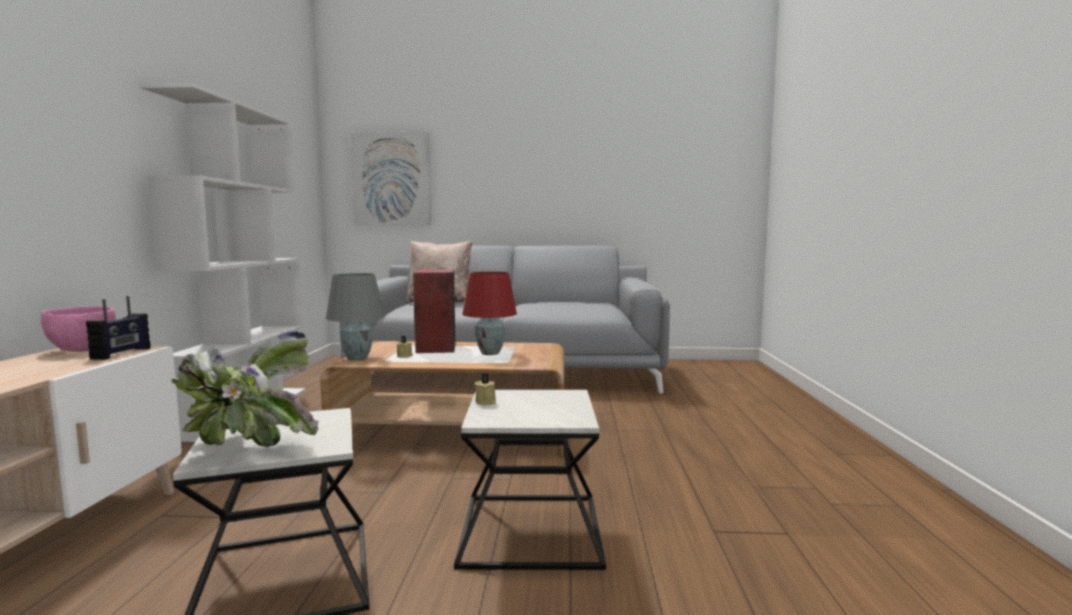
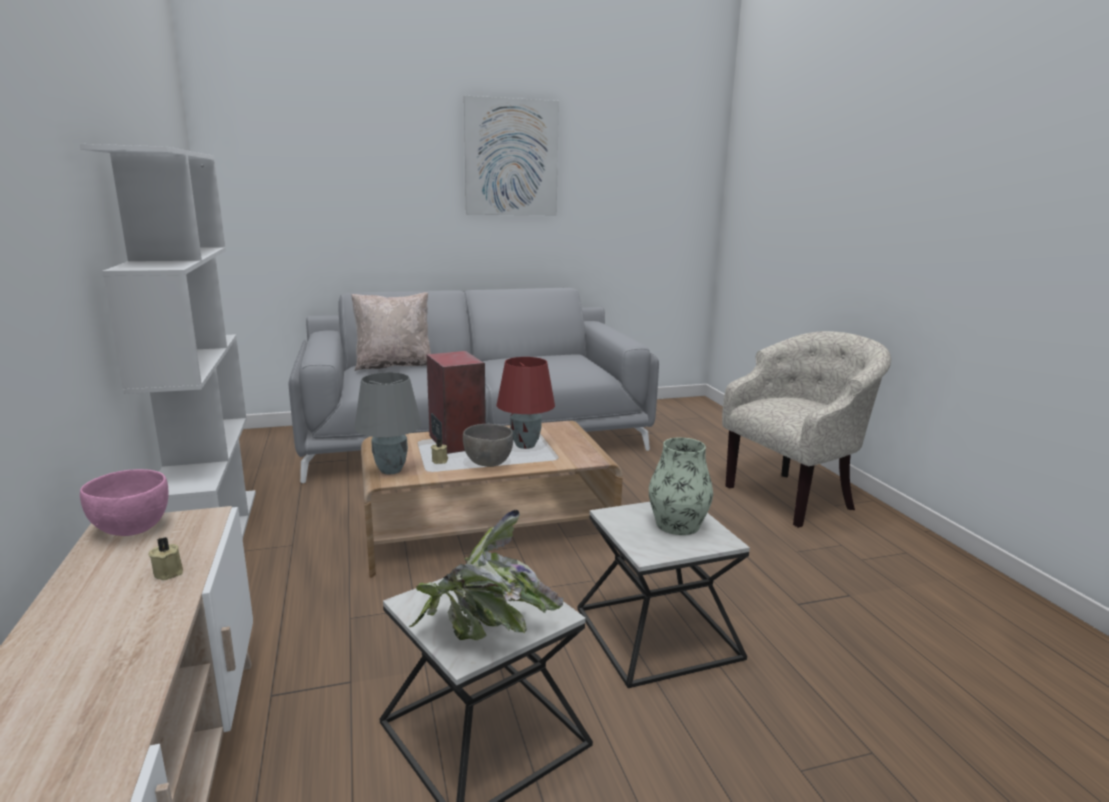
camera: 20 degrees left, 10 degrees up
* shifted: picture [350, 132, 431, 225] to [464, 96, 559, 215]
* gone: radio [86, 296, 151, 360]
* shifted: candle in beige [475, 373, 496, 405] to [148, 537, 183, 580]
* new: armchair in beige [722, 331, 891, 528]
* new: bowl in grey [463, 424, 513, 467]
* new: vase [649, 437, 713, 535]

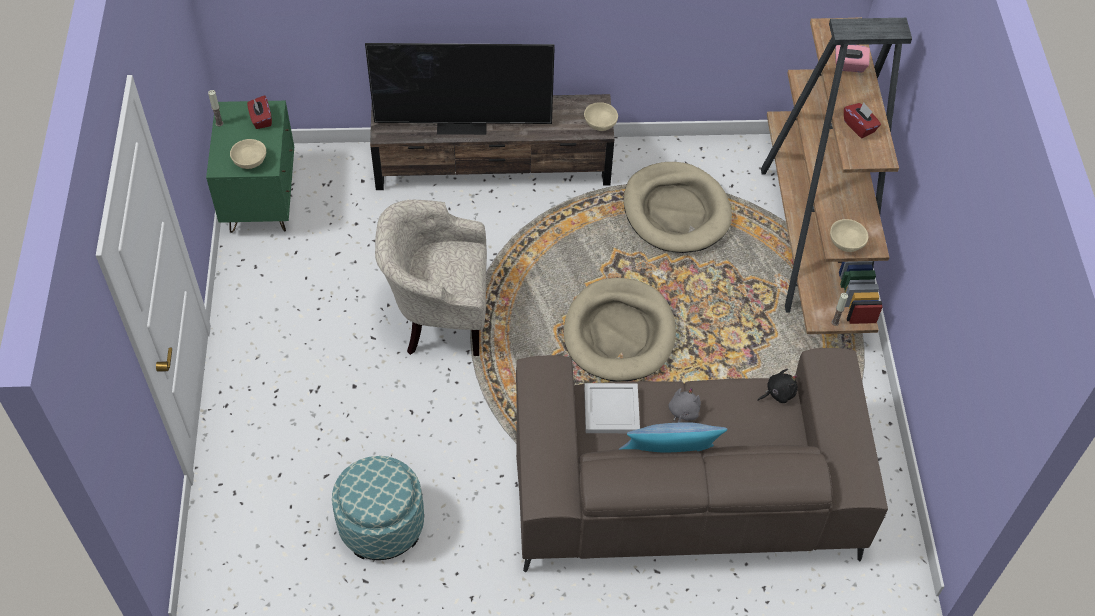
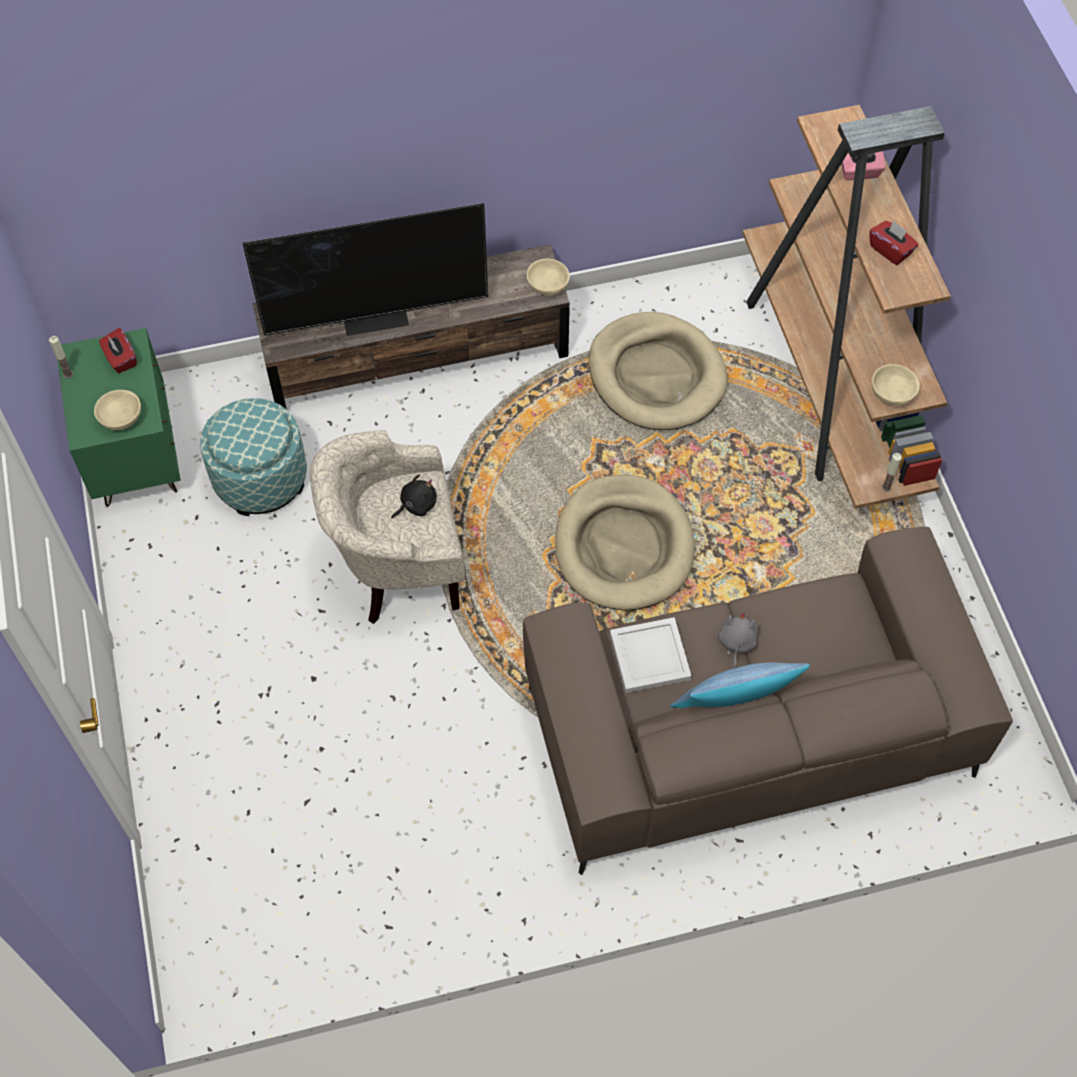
camera: 10 degrees left, 5 degrees up
* shifted: plush toy in black [757, 369, 798, 403] to [391, 474, 437, 519]
* shifted: ottoman [332, 456, 424, 560] to [200, 398, 307, 516]

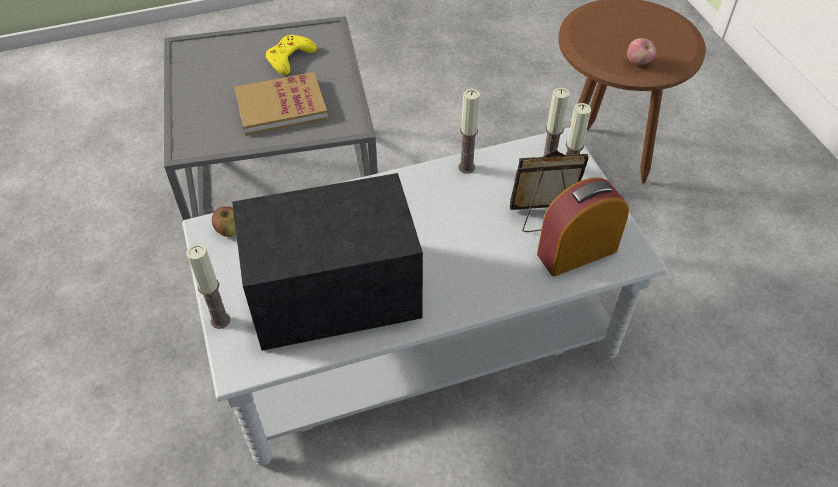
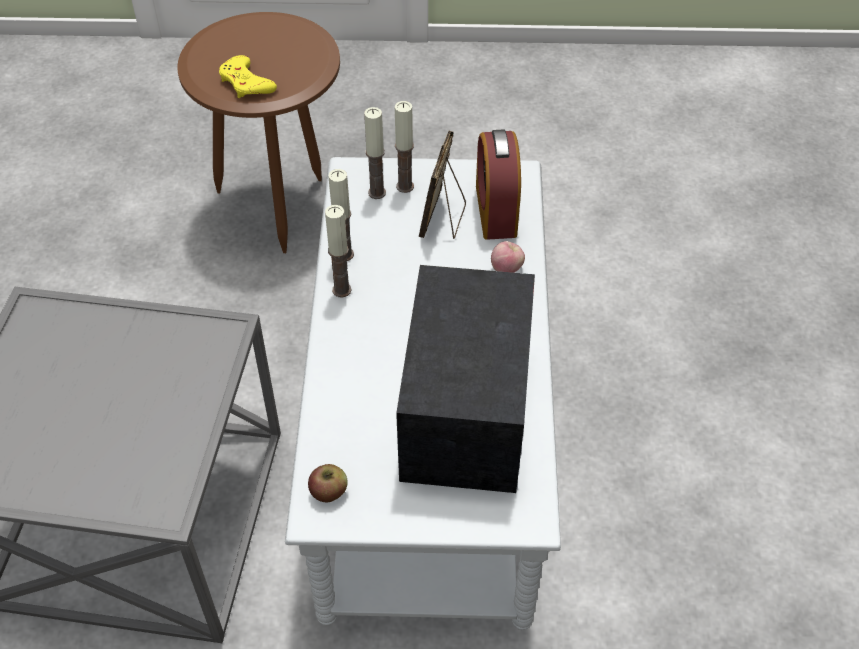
camera: 70 degrees left, 0 degrees up
* shifted: game controller in yellow [266, 35, 317, 75] to [219, 55, 277, 98]
* shifted: apple [627, 38, 656, 65] to [491, 241, 525, 273]
* gone: book [234, 72, 328, 135]
* shifted: candle [186, 244, 230, 329] to [325, 205, 352, 297]

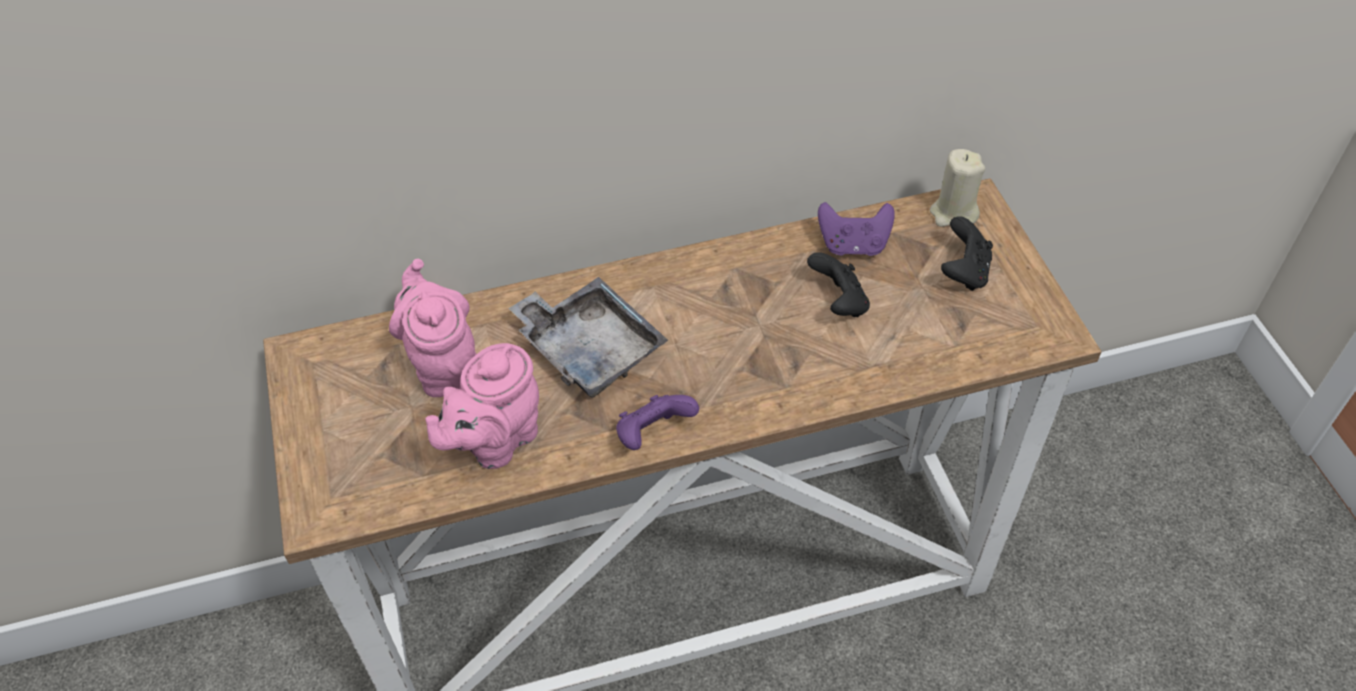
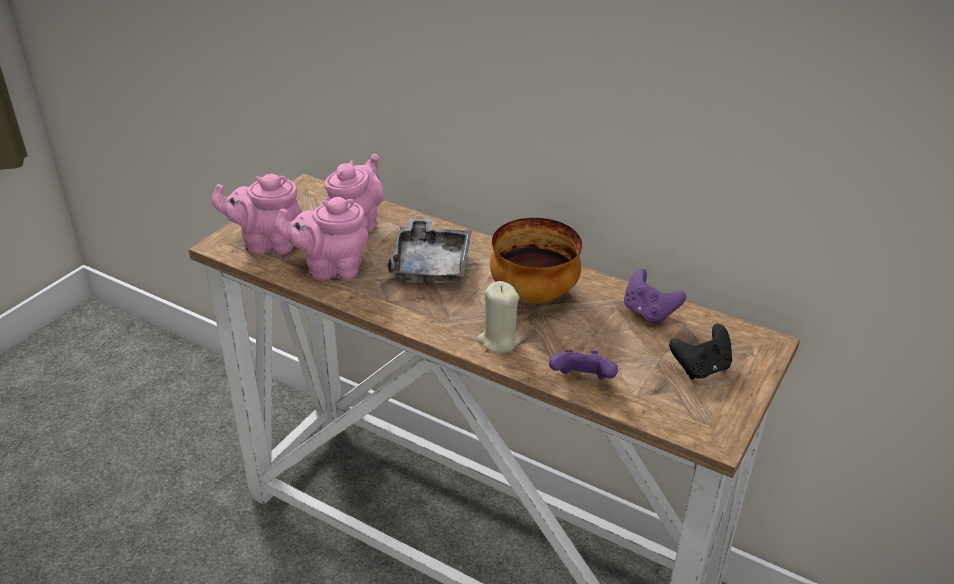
camera: 45 degrees right, 15 degrees down
* shifted: candle in beige [930, 149, 985, 227] to [477, 281, 521, 353]
* gone: game controller in black [807, 252, 870, 317]
* shifted: game controller in purple [616, 395, 699, 450] to [549, 349, 618, 379]
* new: teapot in pink [212, 174, 302, 255]
* new: bowl [490, 218, 582, 304]

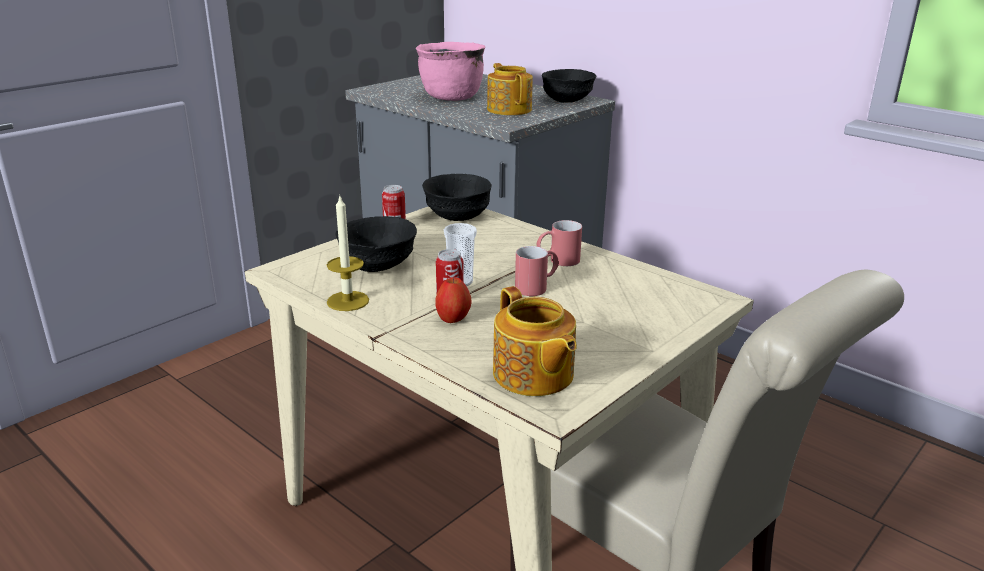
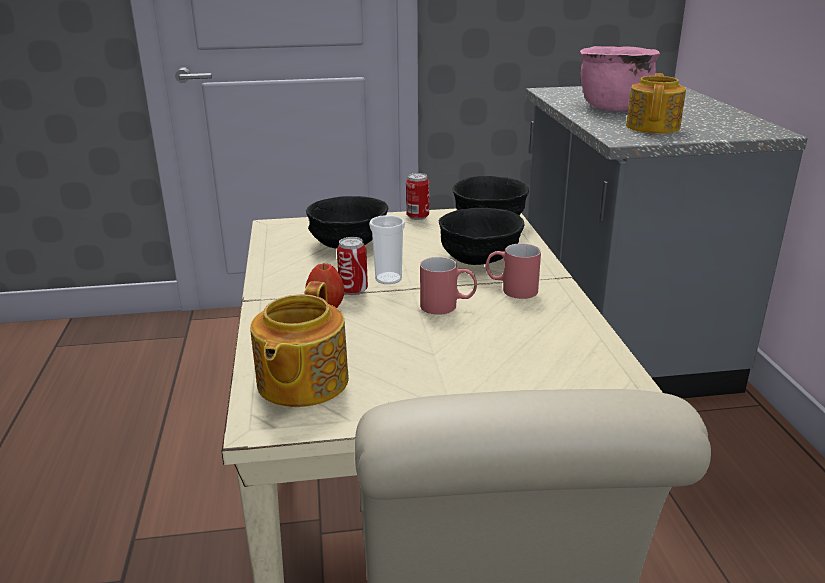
camera: 40 degrees right, 0 degrees up
* shifted: bowl in black [542, 69, 596, 103] to [439, 208, 525, 265]
* gone: candle [327, 194, 369, 311]

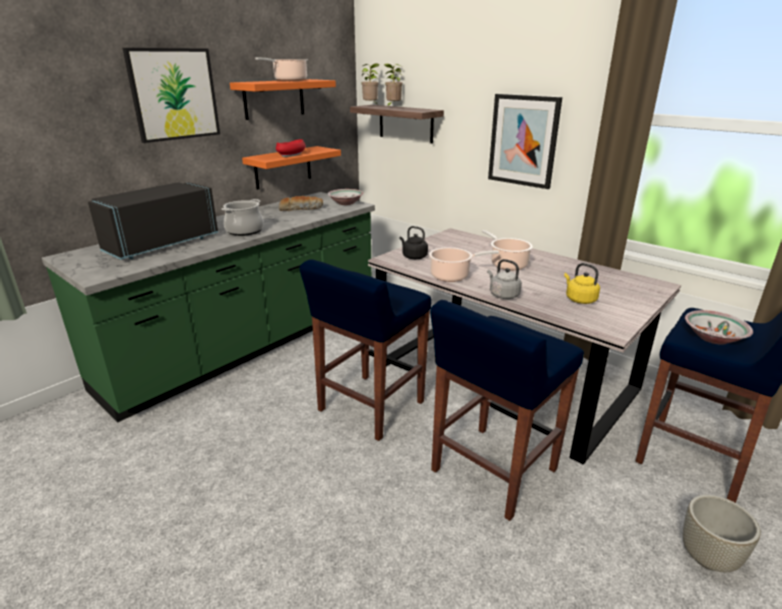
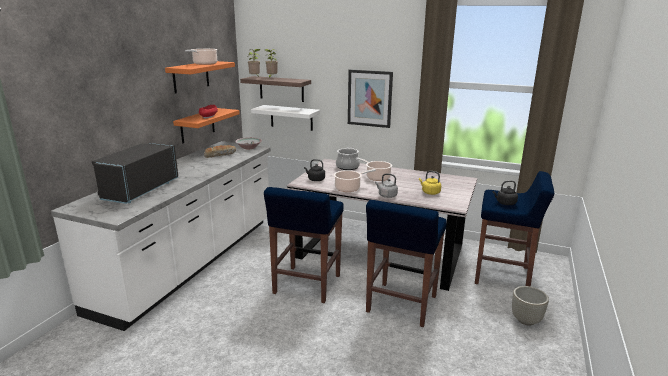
camera: 20 degrees left, 5 degrees down
* gone: picture [123, 48, 220, 143]
* repainted: counter in green [42, 192, 375, 422] to counter in white [51, 141, 271, 331]
* shifted: cooking pot [221, 199, 264, 236] to [336, 147, 360, 170]
* swapped: bowl [685, 310, 753, 345] to kettle in black [493, 180, 518, 205]
* new: shelf in white [251, 105, 320, 131]

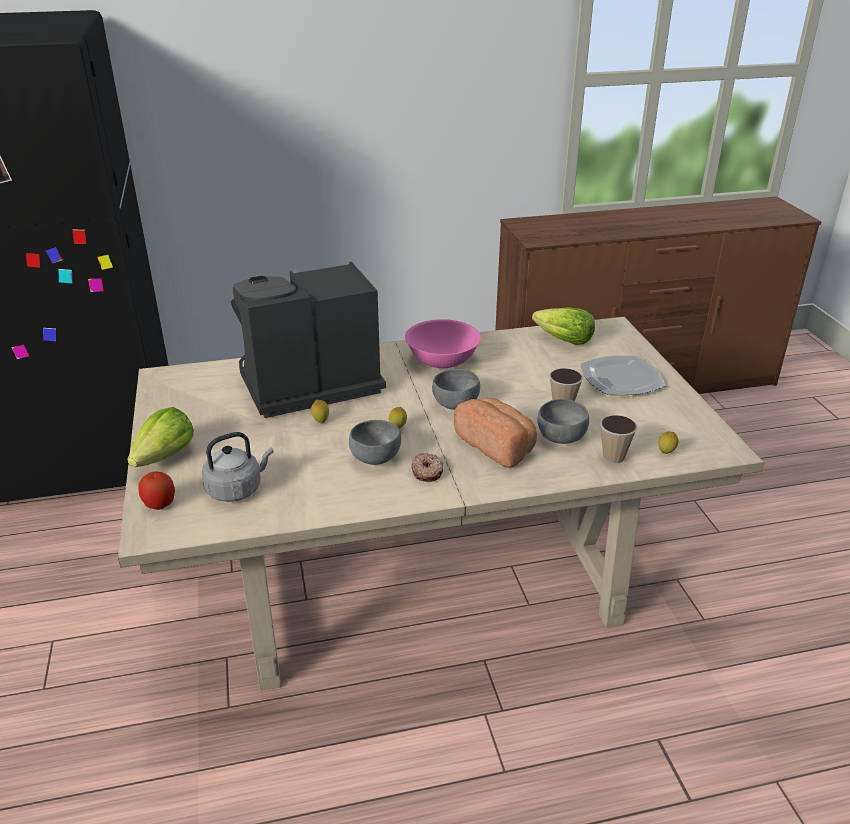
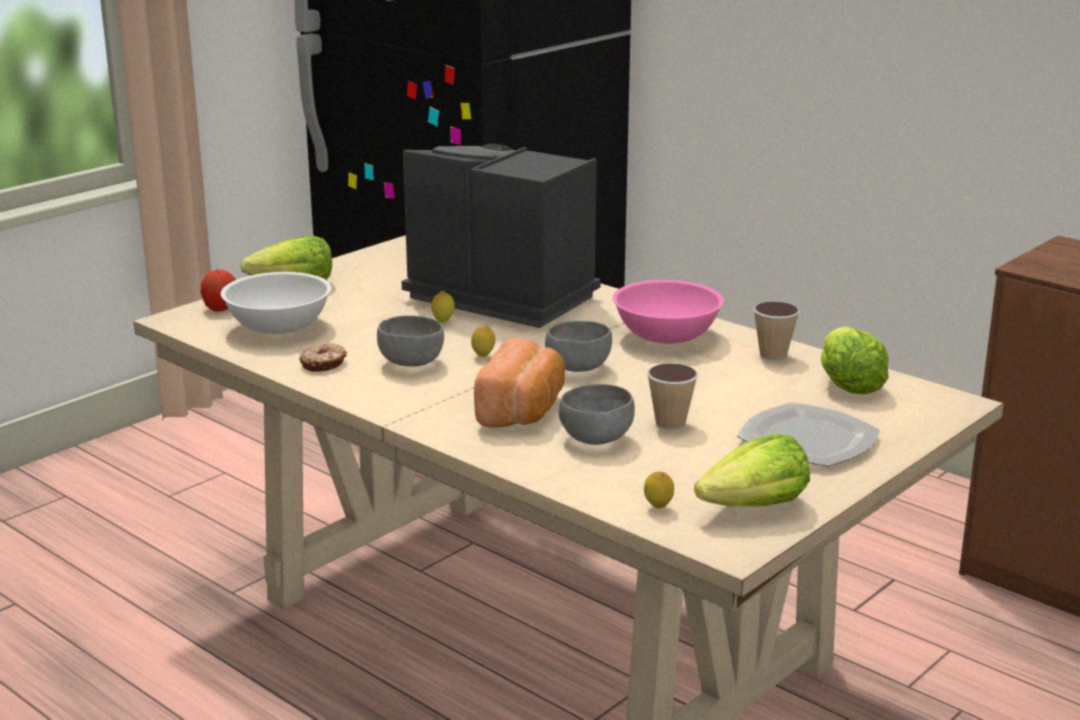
camera: 55 degrees right, 10 degrees down
* shifted: cup [600, 415, 637, 463] to [753, 301, 799, 361]
* swapped: kettle in grey [202, 432, 273, 502] to bowl in white [221, 272, 331, 334]
* shifted: donut [411, 453, 443, 482] to [299, 343, 347, 372]
* new: lettuce [694, 434, 810, 507]

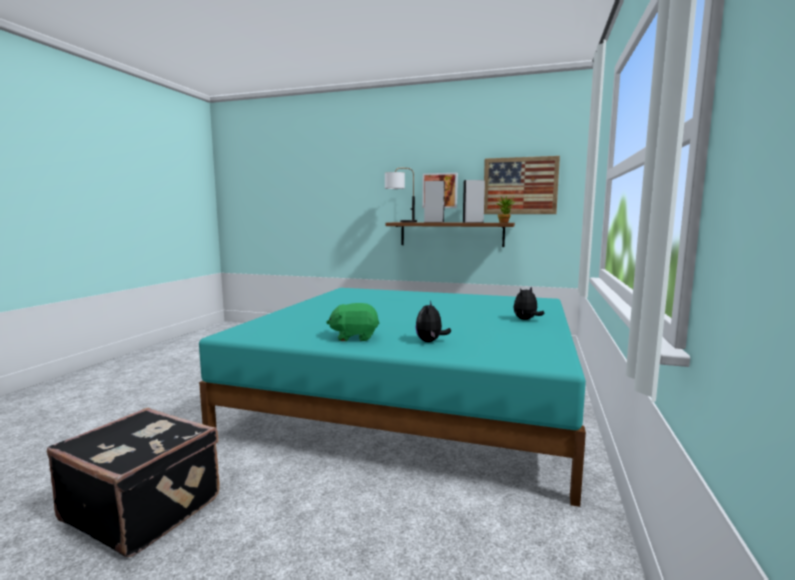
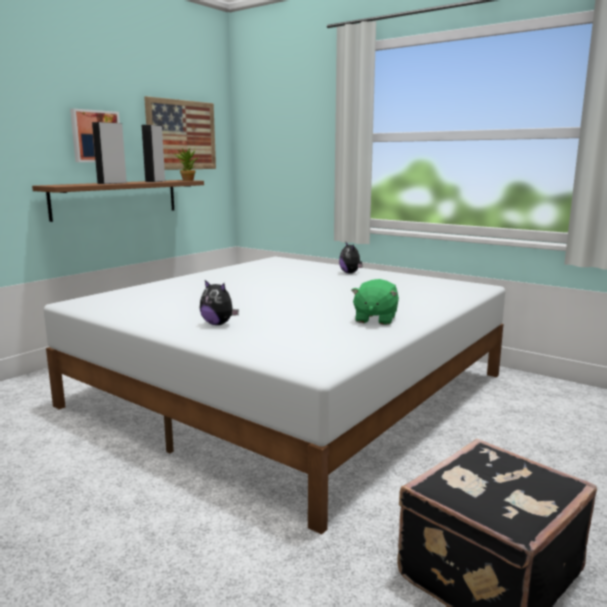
camera: 70 degrees left, 5 degrees up
* gone: table lamp [385, 168, 417, 222]
* repainted: bed in turquoise [199, 288, 586, 507] to bed in white [44, 256, 505, 535]
* shifted: plush toy [416, 301, 451, 342] to [200, 280, 239, 325]

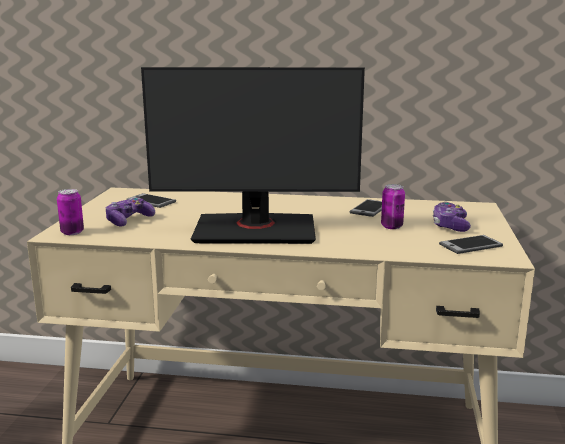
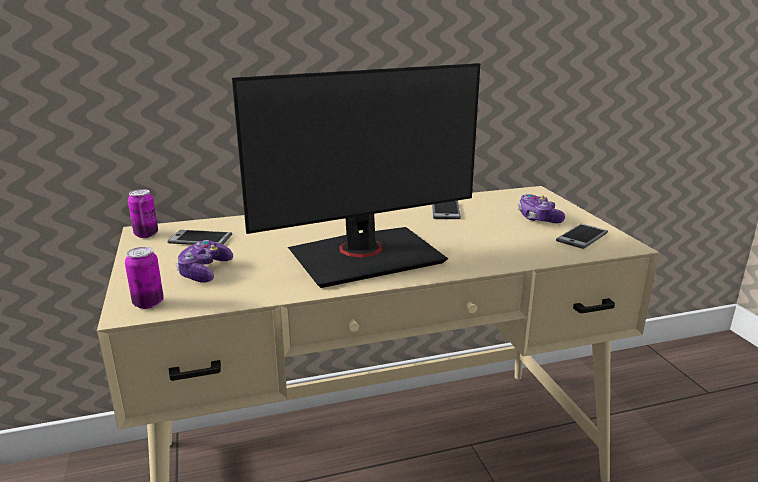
camera: 25 degrees left, 5 degrees up
* shifted: can [381, 184, 405, 229] to [128, 189, 158, 238]

